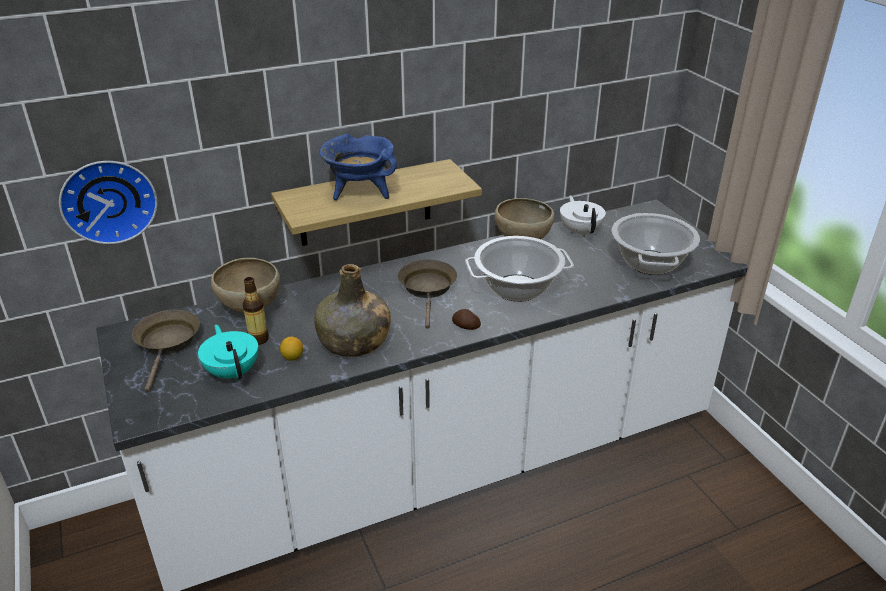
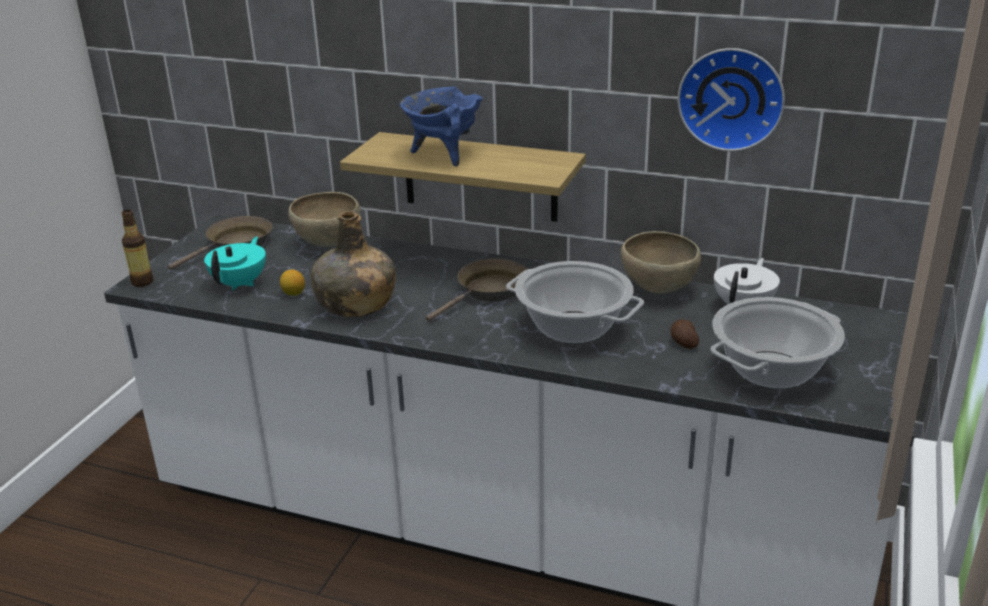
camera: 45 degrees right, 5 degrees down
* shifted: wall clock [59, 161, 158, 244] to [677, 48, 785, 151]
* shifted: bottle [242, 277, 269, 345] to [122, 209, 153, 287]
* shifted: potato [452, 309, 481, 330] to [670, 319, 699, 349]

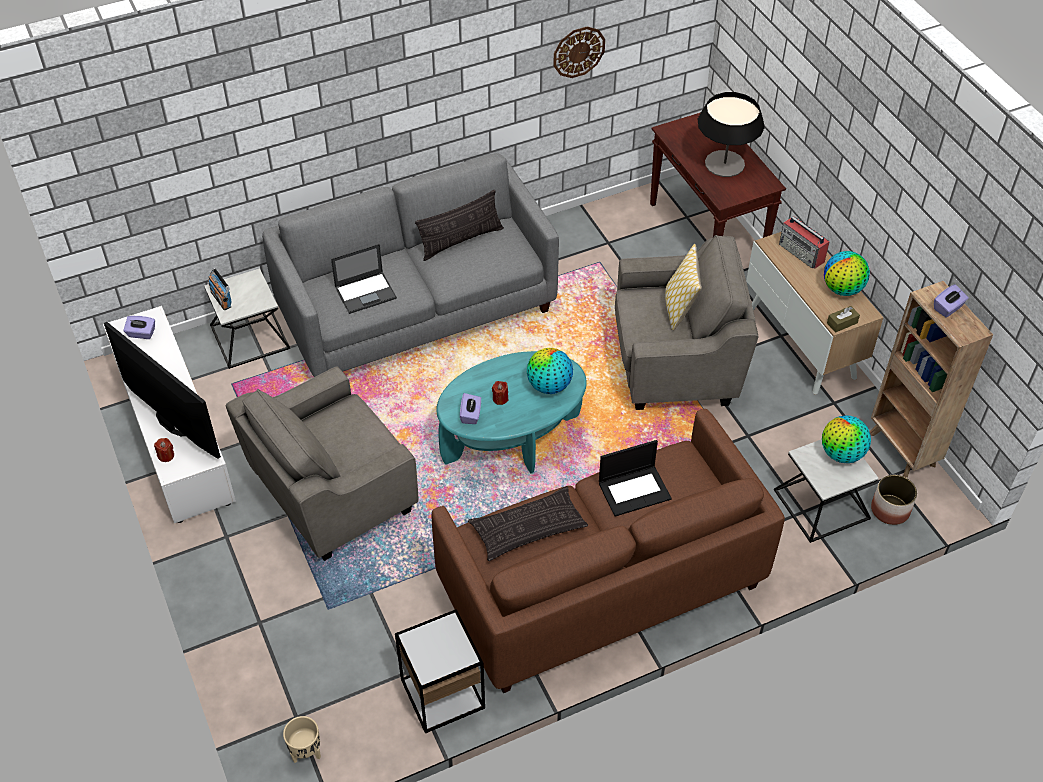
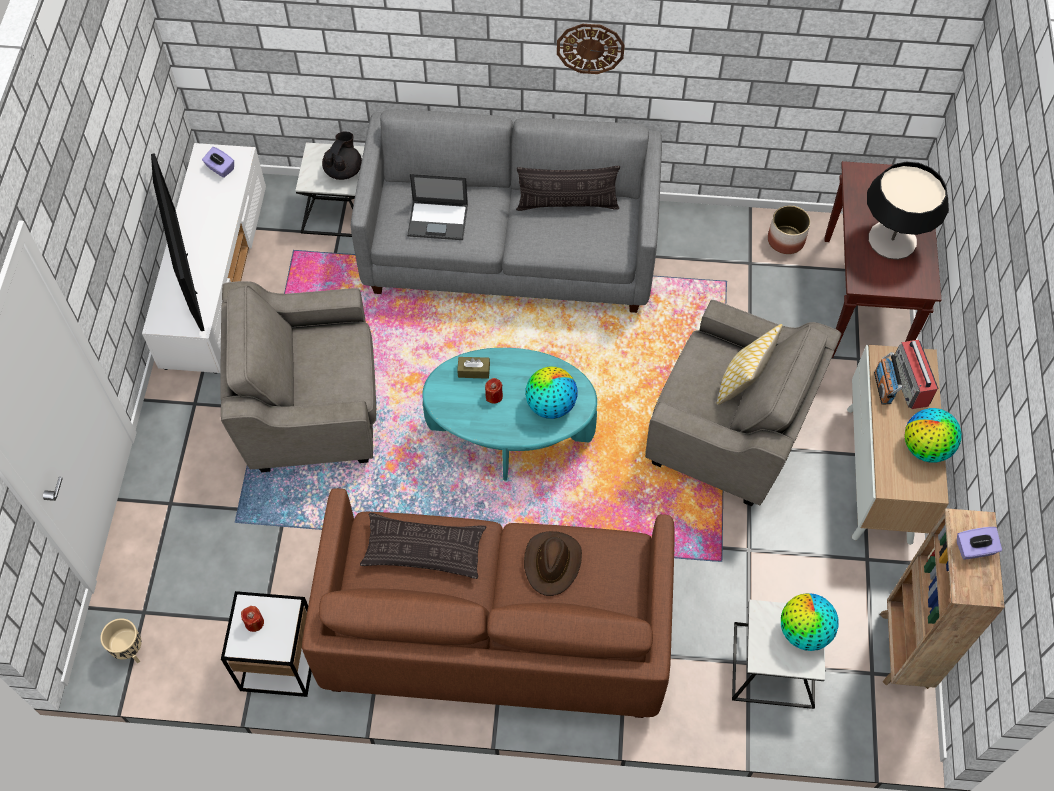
camera: 30 degrees right, 10 degrees up
* shifted: wall clock [553, 26, 605, 78] to [557, 24, 625, 74]
* shifted: radio [208, 268, 232, 310] to [874, 352, 902, 405]
* shifted: tissue box in brown [827, 306, 860, 333] to [457, 357, 490, 379]
* gone: tissue box in purple [460, 393, 481, 424]
* shifted: candle in red [154, 438, 174, 462] to [241, 606, 264, 632]
* swapped: laptop [599, 440, 672, 517] to hat in brown [524, 531, 582, 596]
* shifted: planter [871, 475, 917, 525] to [768, 205, 811, 254]
* new: teapot in black [322, 131, 362, 180]

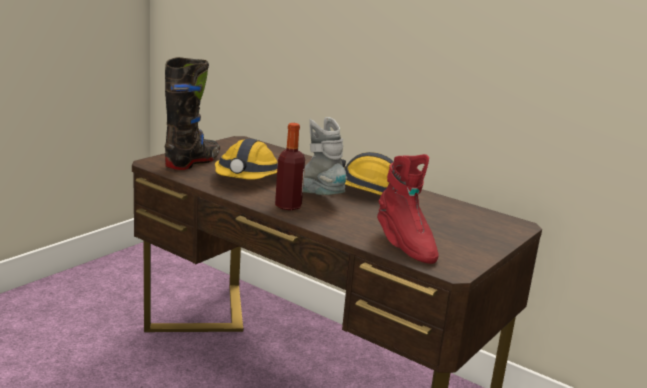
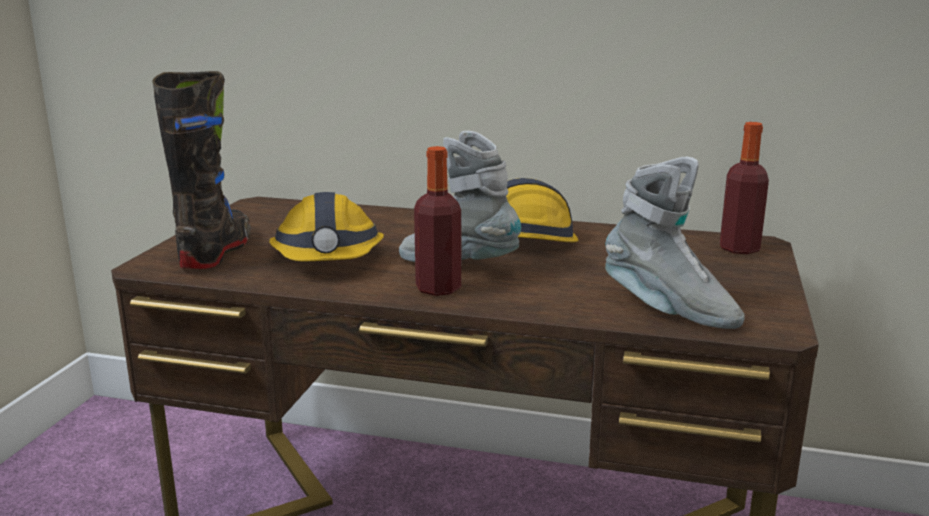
camera: 20 degrees left, 0 degrees up
* repainted: boot in red [377, 154, 439, 264] to boot in grey [605, 157, 745, 329]
* new: bottle [720, 122, 769, 254]

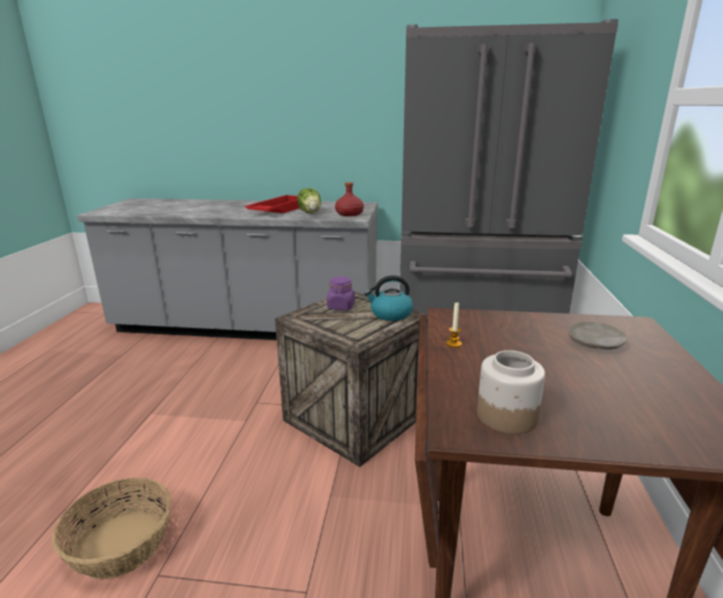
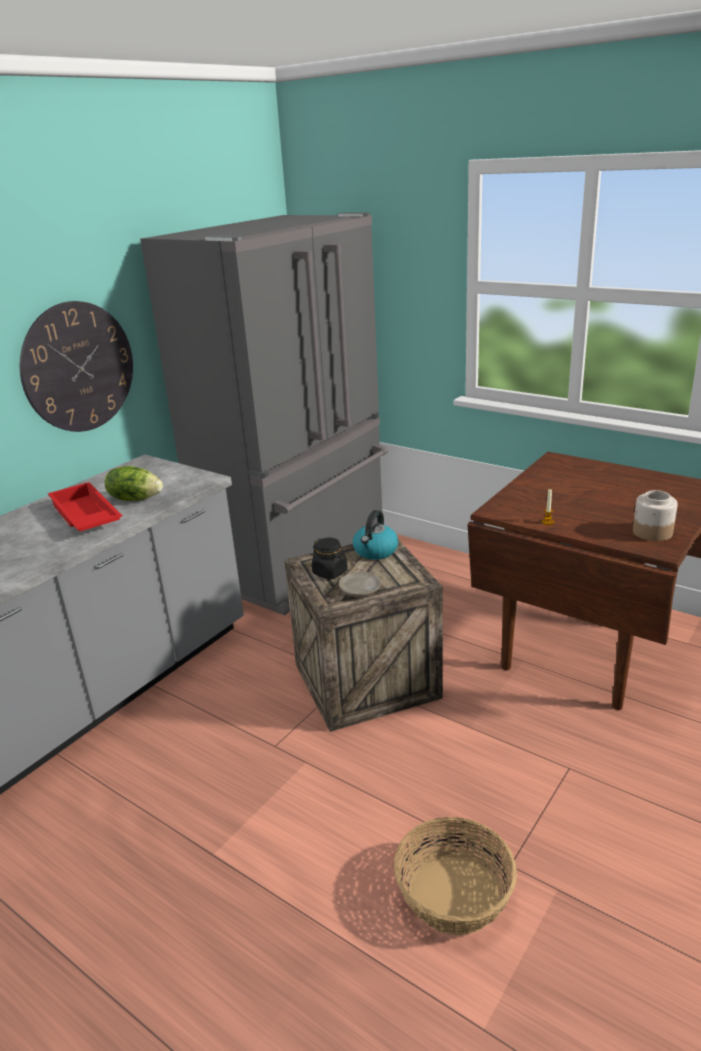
camera: 60 degrees left, 5 degrees up
* gone: bottle in red [335, 182, 364, 216]
* repainted: jar in purple [327, 276, 355, 310] to jar in black [312, 538, 348, 580]
* shifted: plate in beige [568, 322, 627, 350] to [339, 571, 381, 597]
* new: wall clock [20, 301, 133, 432]

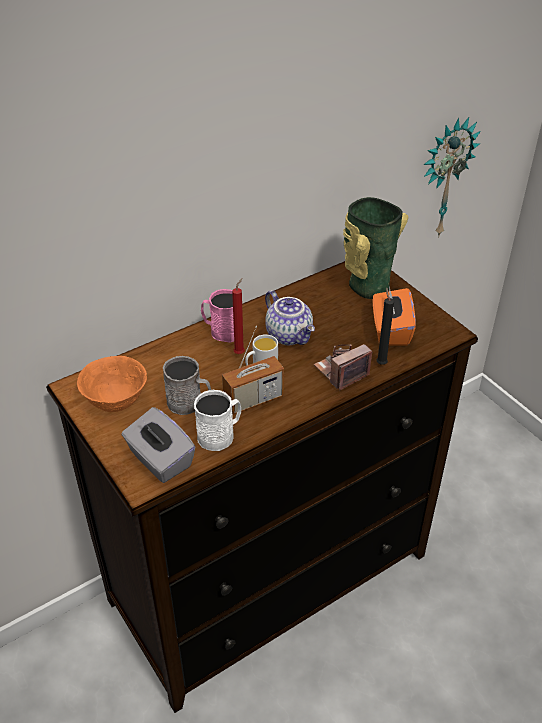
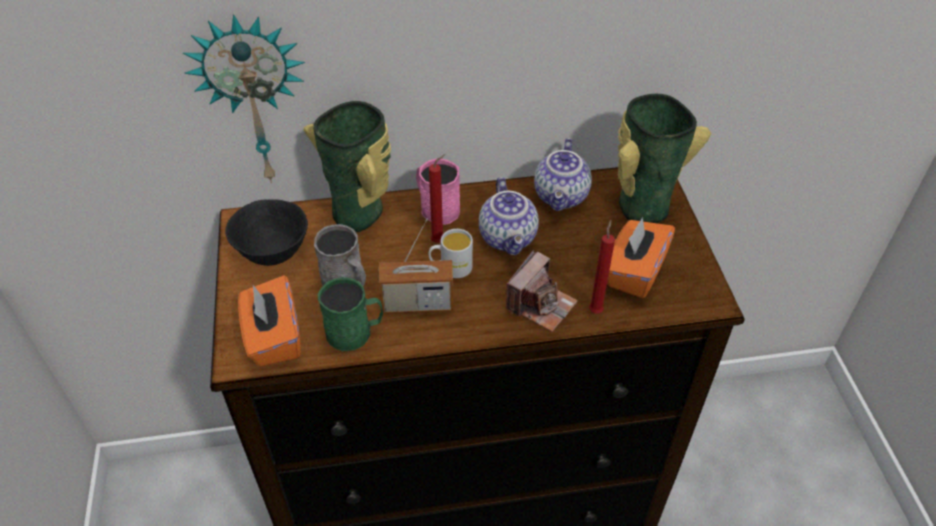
camera: 25 degrees right, 5 degrees up
* shifted: wall clock [424, 117, 481, 237] to [183, 14, 305, 183]
* repainted: candle in black [377, 287, 394, 365] to candle in red [589, 220, 615, 313]
* rotated: photo camera [314, 344, 372, 391] = [506, 250, 578, 332] 135 degrees clockwise
* repainted: bowl in orange [77, 356, 147, 412] to bowl in black [225, 199, 308, 266]
* repainted: mug in white [194, 390, 241, 451] to mug in green [318, 277, 383, 351]
* repainted: tissue box in grey [121, 407, 195, 483] to tissue box in orange [238, 275, 301, 367]
* new: vase [304, 101, 391, 233]
* new: teapot [534, 138, 592, 211]

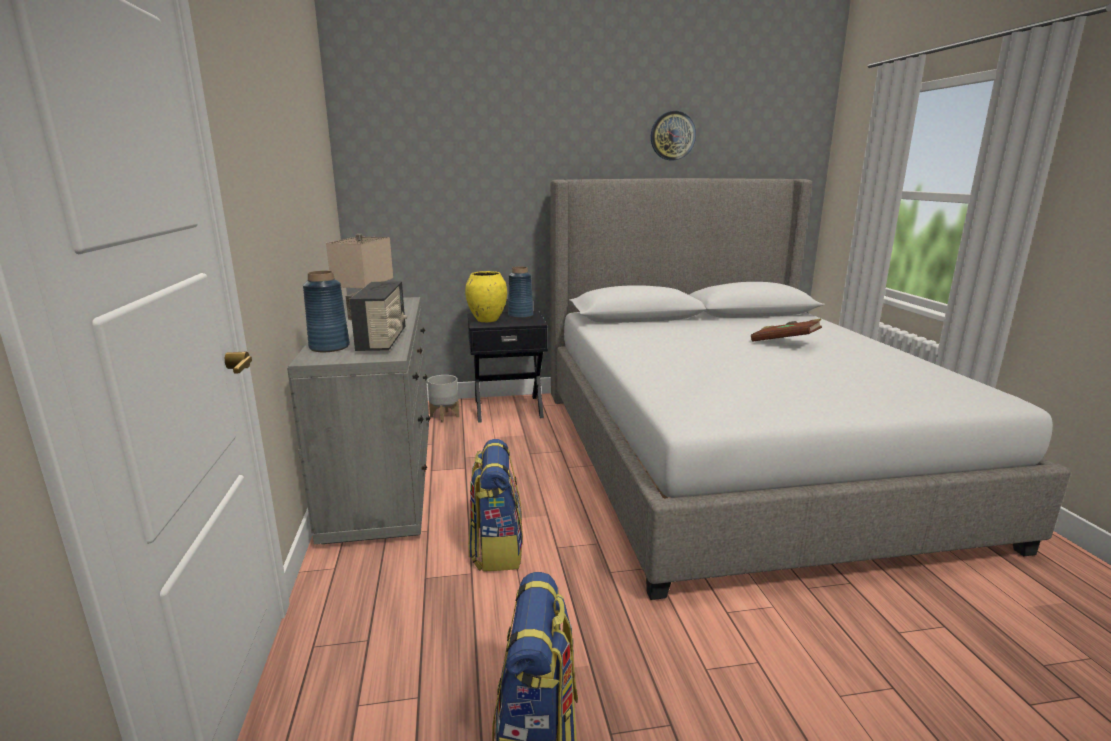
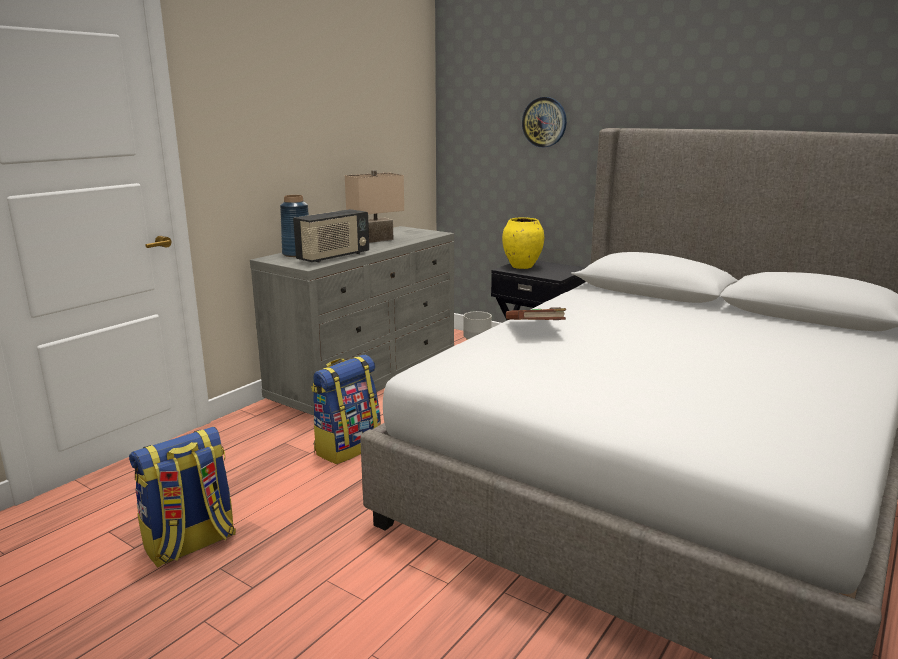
camera: 45 degrees right, 0 degrees up
* shifted: wall clock [651, 111, 696, 160] to [522, 97, 567, 147]
* gone: vase in blue [508, 267, 533, 319]
* shifted: book in brown [751, 319, 822, 342] to [506, 307, 566, 320]

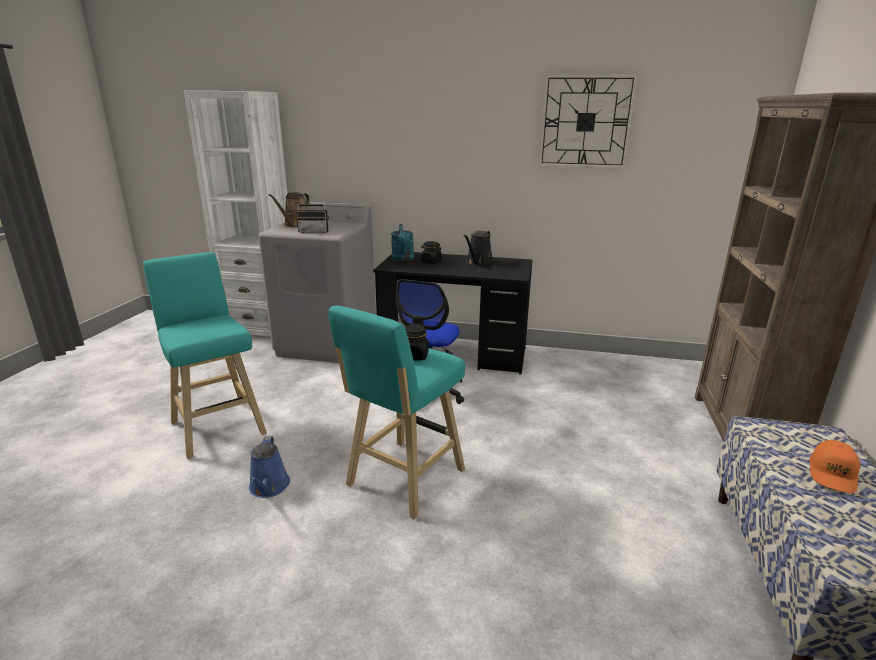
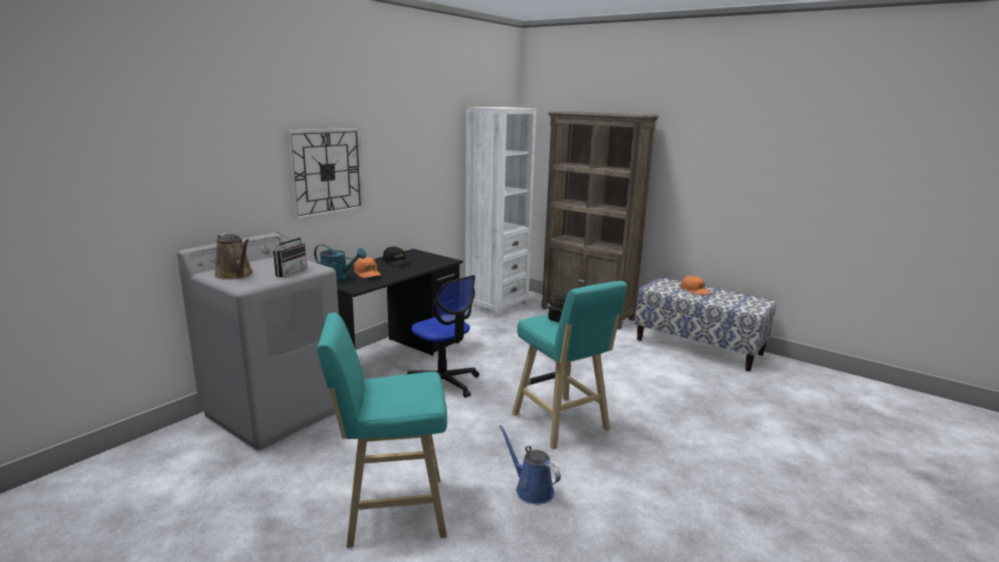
camera: 65 degrees left, 5 degrees down
* shifted: wall clock [538, 74, 638, 169] to [286, 128, 364, 220]
* shifted: bookcase in white [184, 91, 287, 337] to [465, 107, 536, 317]
* swapped: watering can in black [463, 230, 494, 266] to cap in black [383, 247, 409, 266]
* swapped: jar in black [421, 241, 442, 264] to cap in orange [354, 257, 381, 278]
* rotated: watering can in blue [249, 436, 290, 498] = [499, 425, 561, 504] 150 degrees counterclockwise

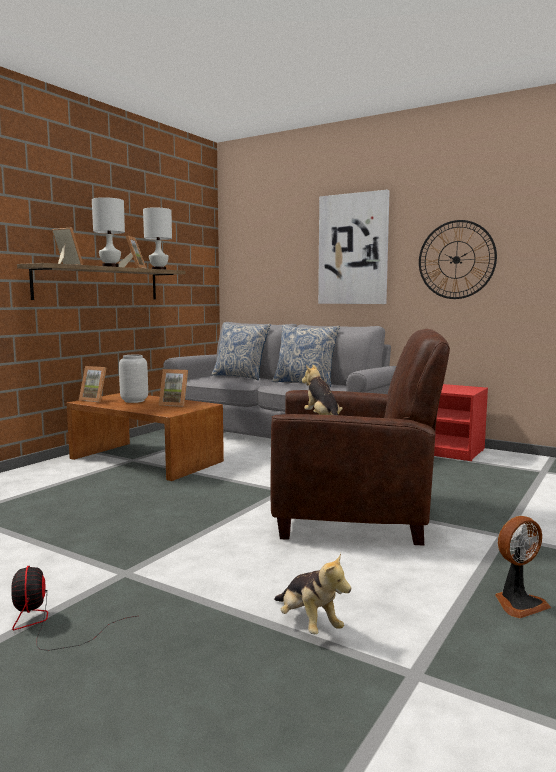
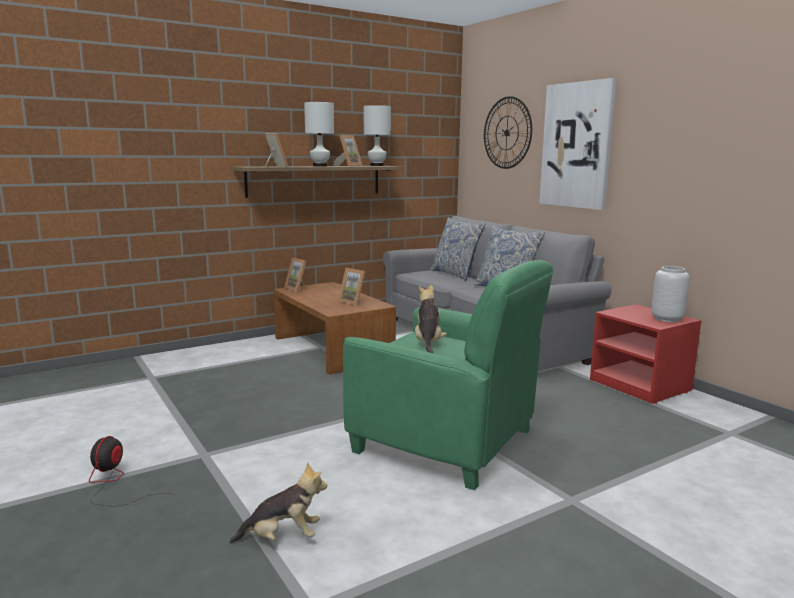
camera: 25 degrees right, 5 degrees up
* shifted: wall clock [419, 220, 497, 299] to [484, 96, 532, 169]
* repainted: armchair in brown [270, 329, 450, 546] to armchair in green [343, 260, 553, 490]
* shifted: vase in grey [119, 355, 148, 403] to [652, 266, 690, 322]
* gone: fan [495, 516, 551, 618]
* rotated: plush toy [274, 553, 351, 634] = [229, 462, 327, 543] 90 degrees counterclockwise

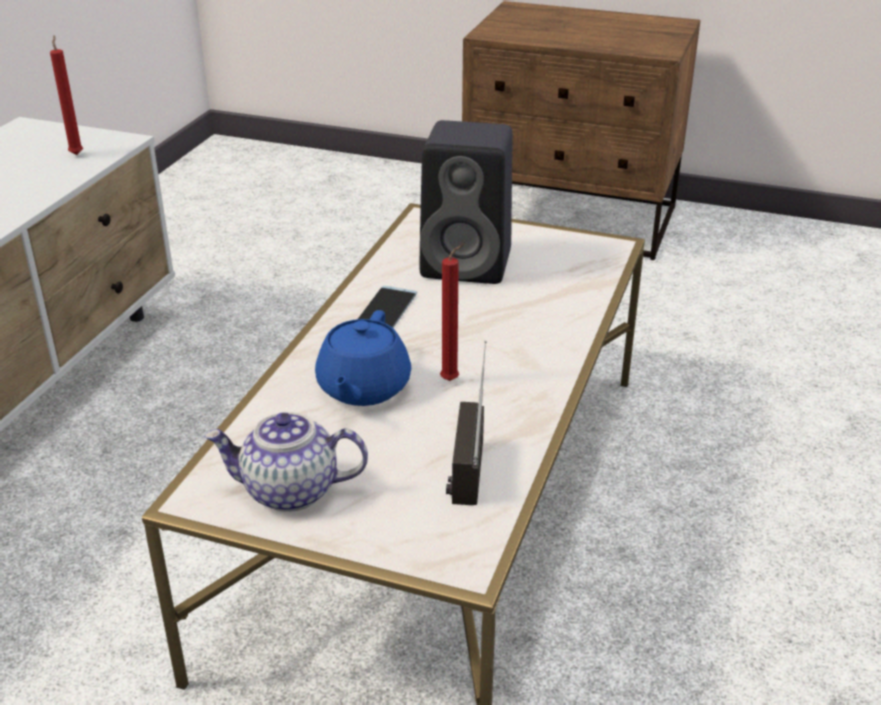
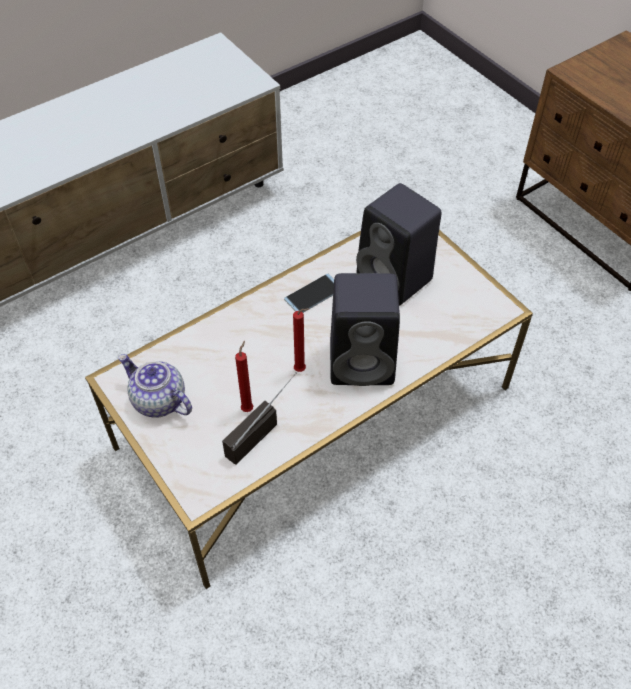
camera: 35 degrees right, 20 degrees up
* shifted: candle in red [50, 35, 83, 155] to [235, 341, 253, 412]
* gone: teapot in blue [315, 310, 411, 406]
* new: speaker in black [330, 273, 400, 386]

